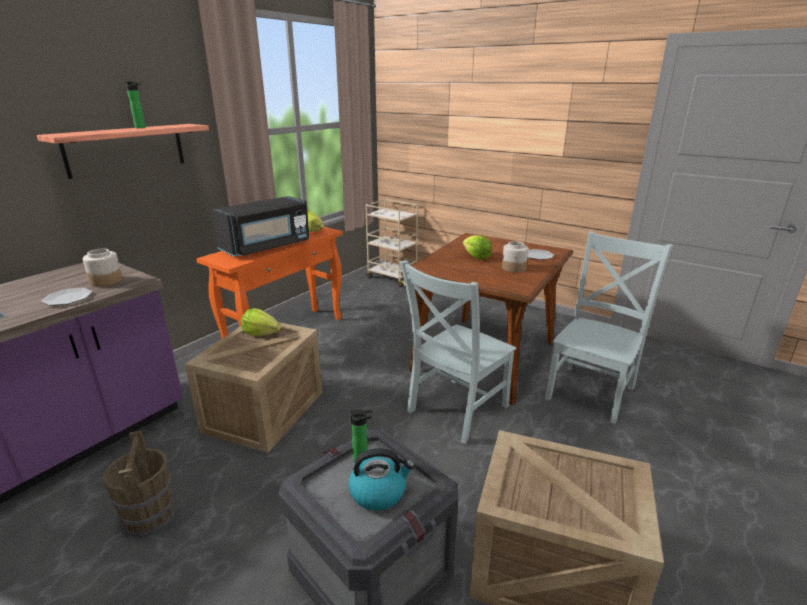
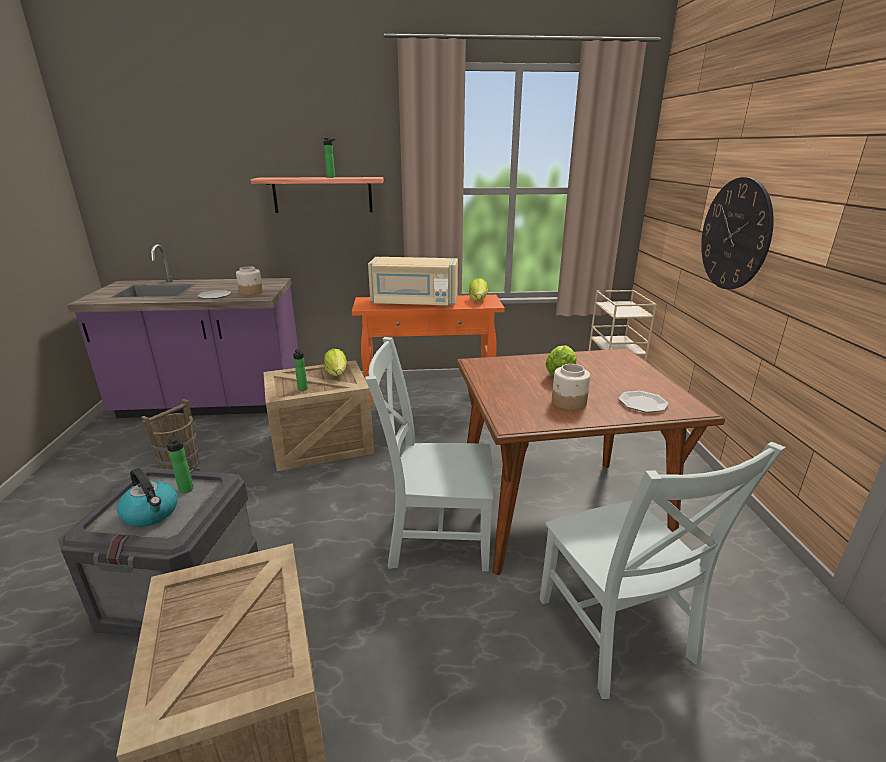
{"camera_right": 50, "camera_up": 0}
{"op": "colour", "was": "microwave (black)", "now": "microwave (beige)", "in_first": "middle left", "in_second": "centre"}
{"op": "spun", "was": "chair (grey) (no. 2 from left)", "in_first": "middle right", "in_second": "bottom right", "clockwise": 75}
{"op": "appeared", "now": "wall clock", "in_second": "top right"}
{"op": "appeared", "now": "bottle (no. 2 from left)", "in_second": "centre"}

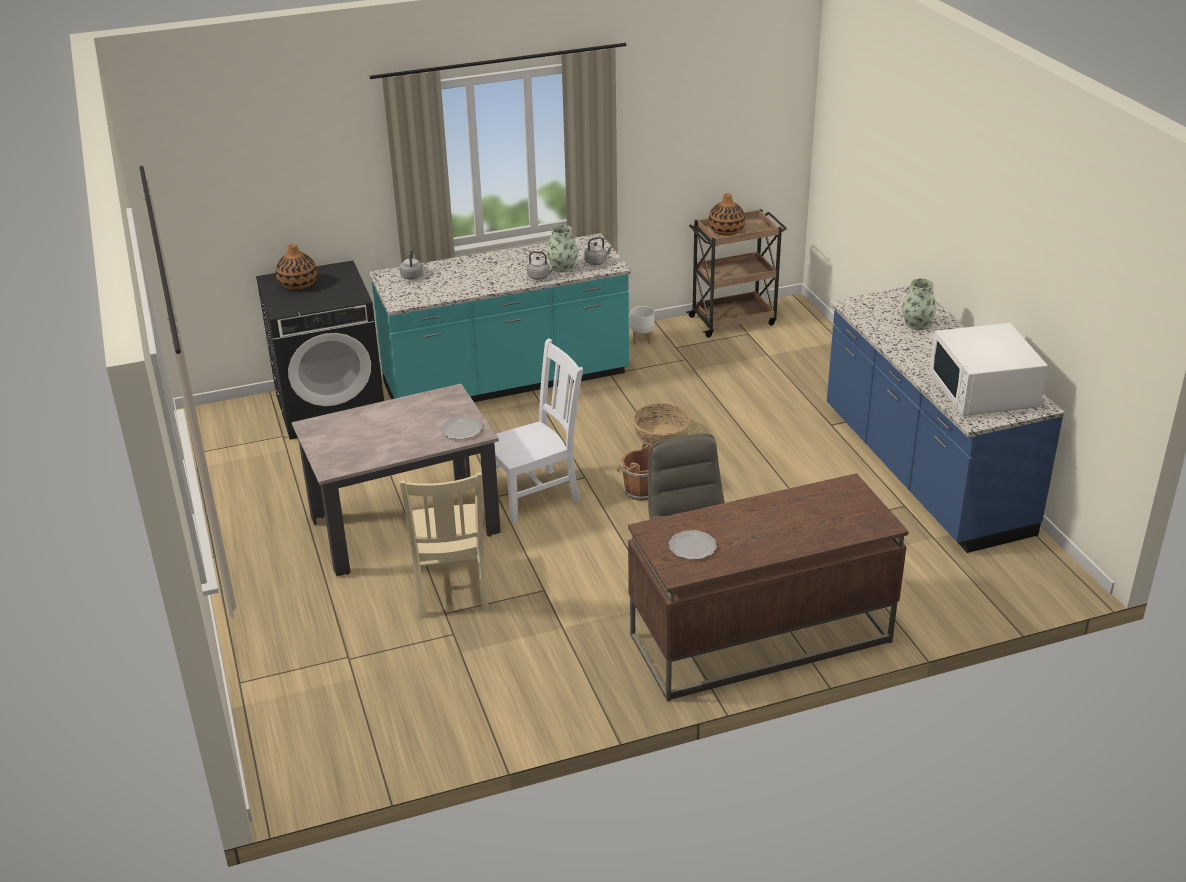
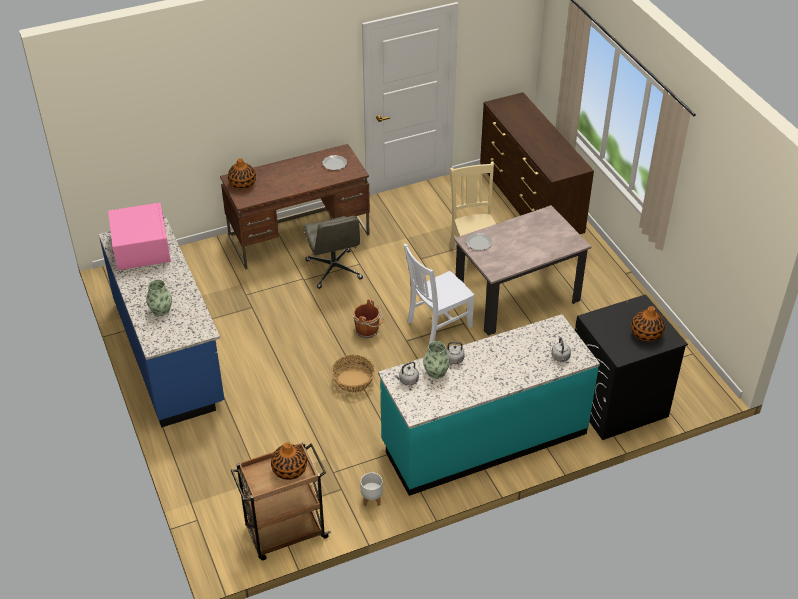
{"camera_right": 175, "camera_up": 10}
{"op": "colour", "was": "microwave (white)", "now": "microwave (pink)", "in_first": "middle right", "in_second": "middle left"}
{"op": "appeared", "now": "dresser (brown)", "in_second": "top right"}
{"op": "appeared", "now": "vase (no. 2 from left)", "in_second": "top left"}

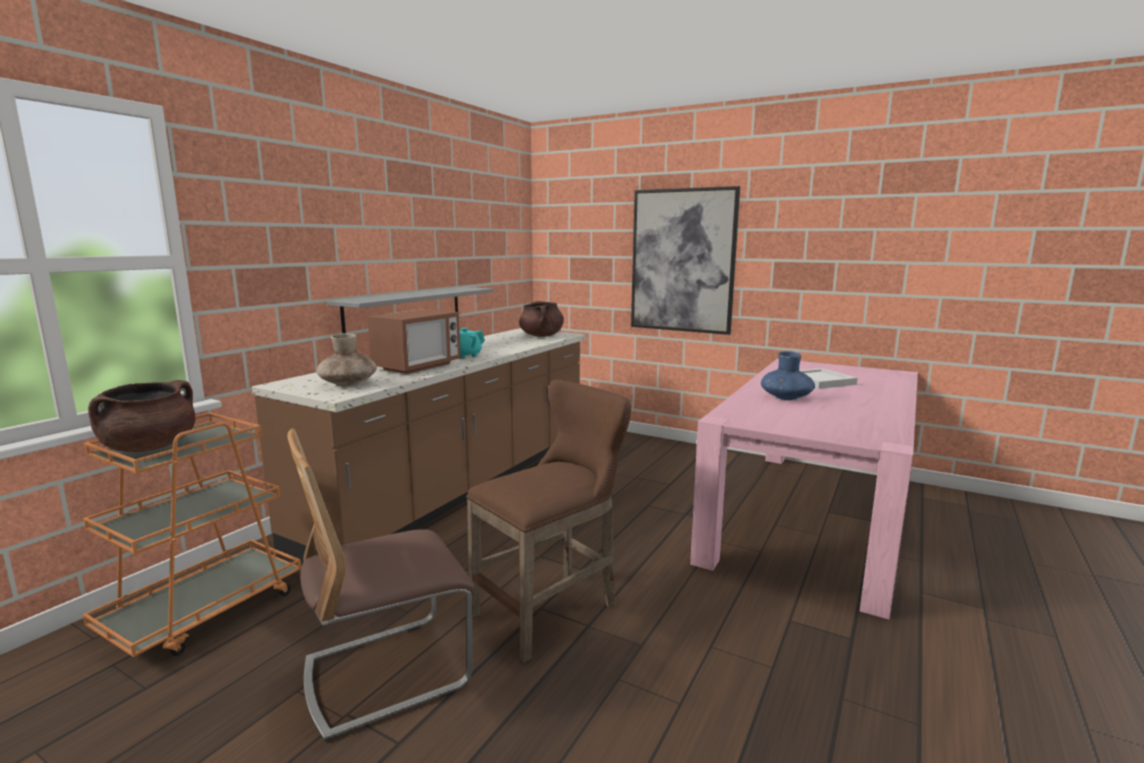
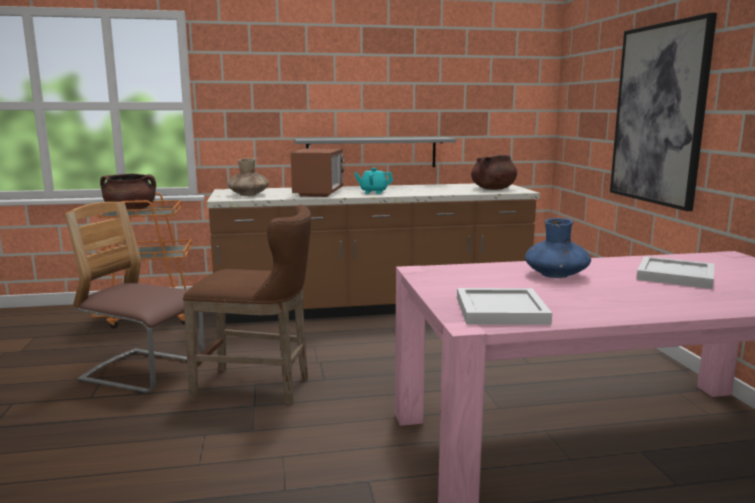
{"camera_right": 50, "camera_up": 0}
{"op": "spun", "was": "microwave", "in_first": "centre", "in_second": "centre", "clockwise": -75}
{"op": "appeared", "now": "tray (white) (no. 1 from left)", "in_second": "middle right"}

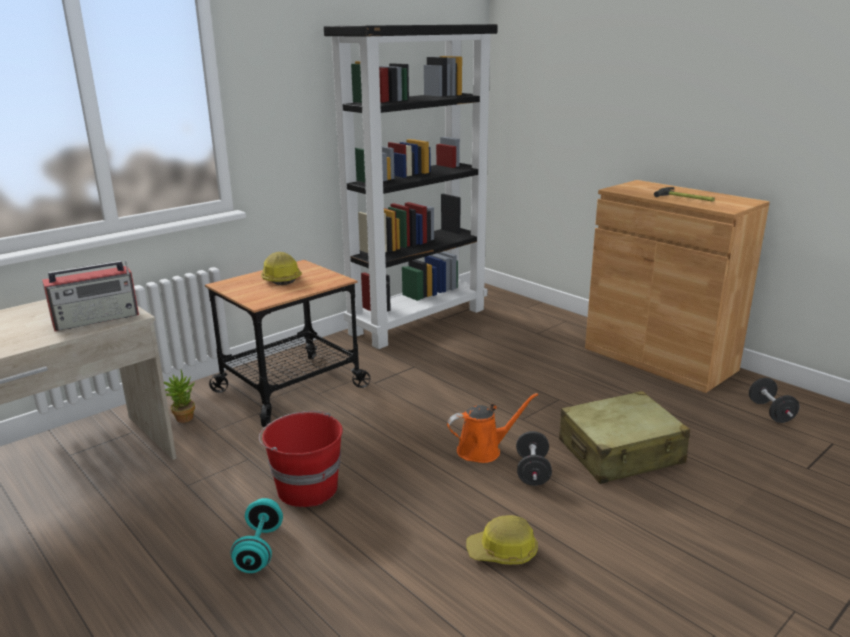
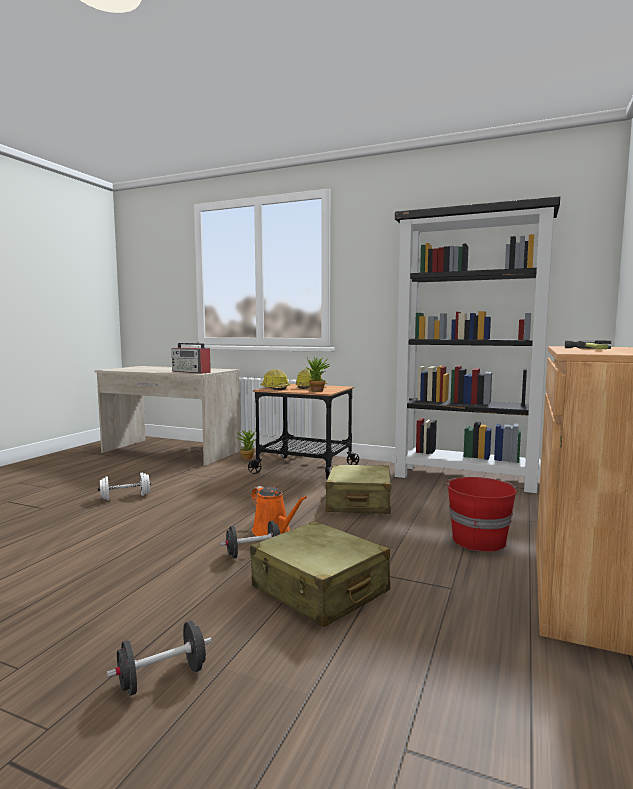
{"camera_right": 65, "camera_up": -15}
{"op": "relocated", "was": "dumbbell (black) (no. 2 from left in the first image)", "now": "dumbbell (black) (no. 1 from left)", "in_first": "middle right", "in_second": "bottom left"}
{"op": "relocated", "was": "bucket (red)", "in_first": "bottom centre", "in_second": "middle right"}
{"op": "colour", "was": "dumbbell (turquoise)", "now": "dumbbell (white)", "in_first": "bottom left", "in_second": "middle left"}
{"op": "relocated", "was": "hard hat (no. 2 from left in the first image)", "now": "hard hat (no. 1 from left)", "in_first": "bottom centre", "in_second": "centre"}
{"op": "appeared", "now": "potted plant (no. 2 from left)", "in_second": "centre"}
{"op": "appeared", "now": "suitcase (beige) (no. 2 from left)", "in_second": "centre"}

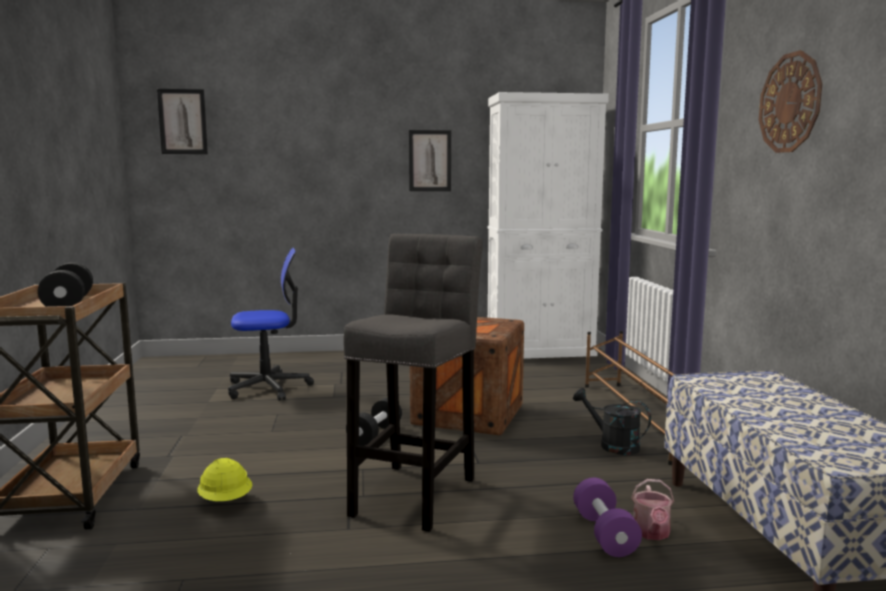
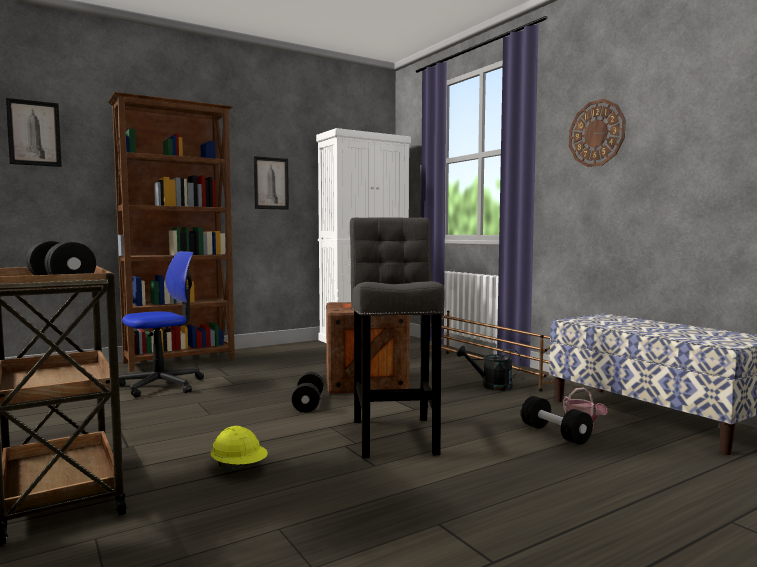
{"camera_right": -25, "camera_up": -5}
{"op": "colour", "was": "dumbbell (purple)", "now": "dumbbell (black) (no. 3 from left)", "in_first": "bottom right", "in_second": "bottom right"}
{"op": "appeared", "now": "bookcase (brown)", "in_second": "middle left"}

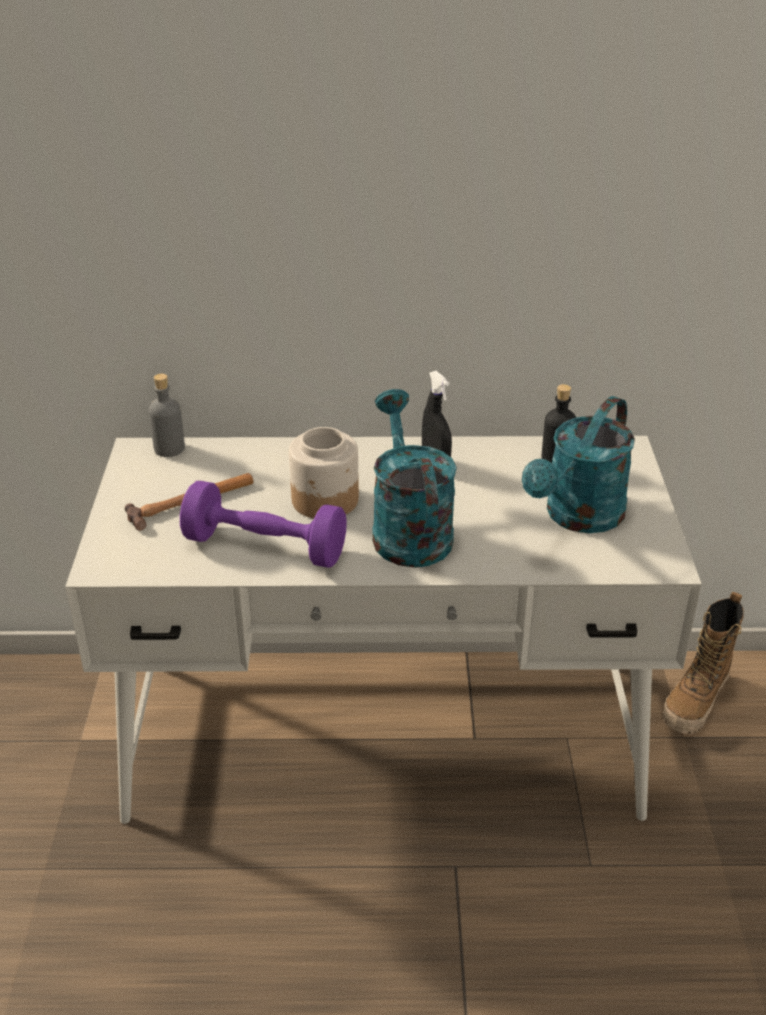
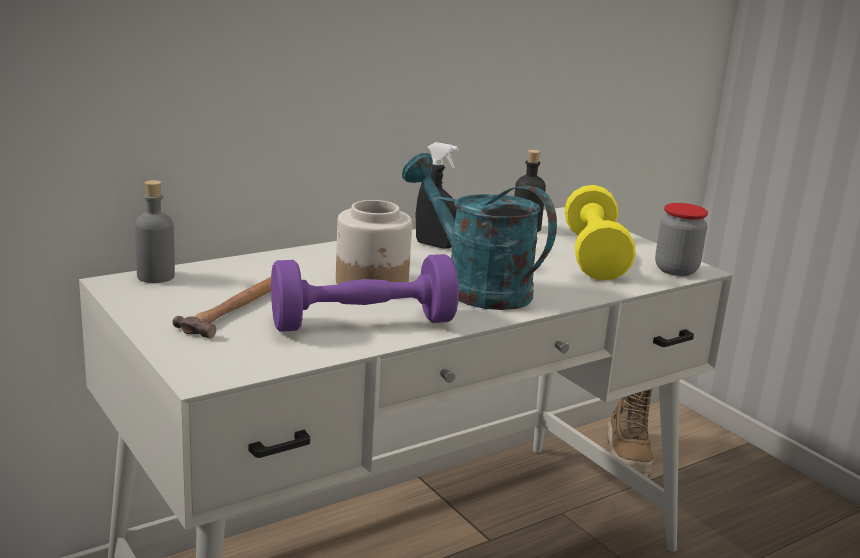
{"camera_right": -35, "camera_up": -15}
{"op": "exchanged", "was": "watering can (turquoise) (no. 2 from left)", "now": "dumbbell (yellow)", "in_first": "middle right", "in_second": "middle right"}
{"op": "appeared", "now": "jar (no. 2 from left)", "in_second": "middle right"}

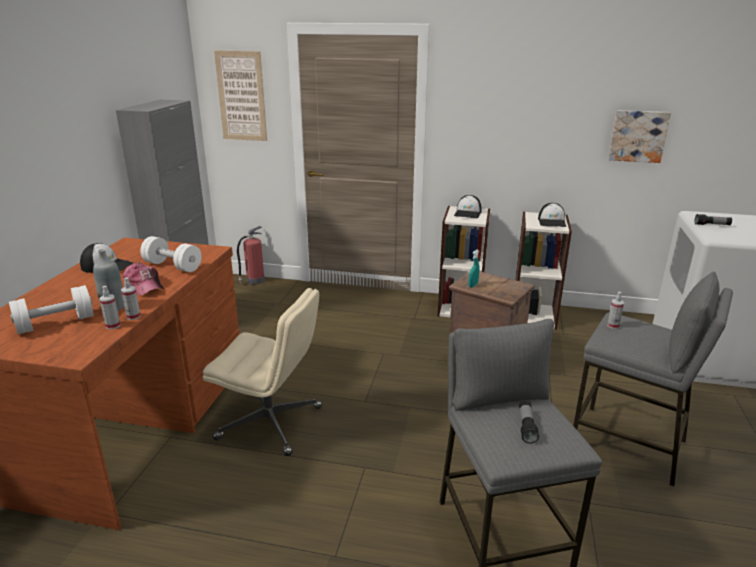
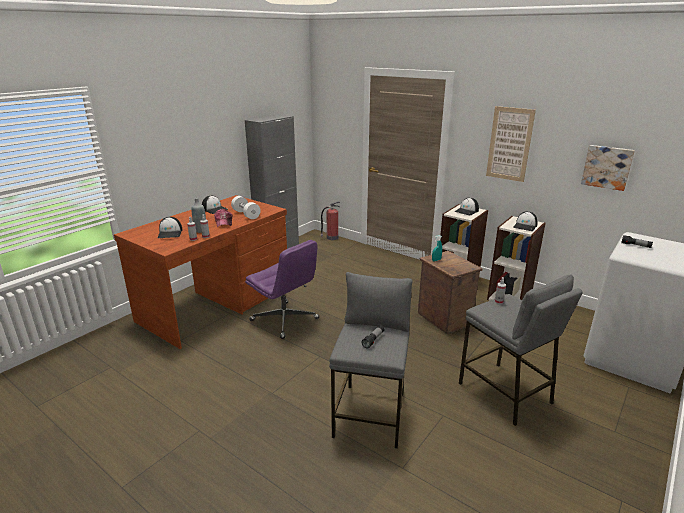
{"camera_right": 25, "camera_up": 0}
{"op": "relocated", "was": "picture (no. 1 from left)", "in_first": "top left", "in_second": "top right"}
{"op": "exchanged", "was": "dumbbell (white) (no. 1 from left)", "now": "cap (no. 1 from left)", "in_first": "middle left", "in_second": "middle left"}
{"op": "colour", "was": "office chair (beige)", "now": "office chair (purple)", "in_first": "centre", "in_second": "centre"}

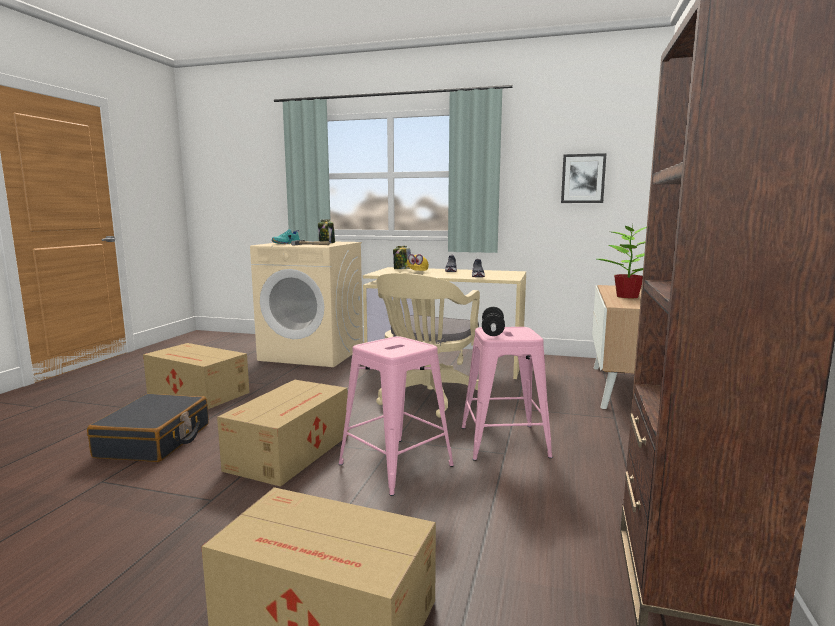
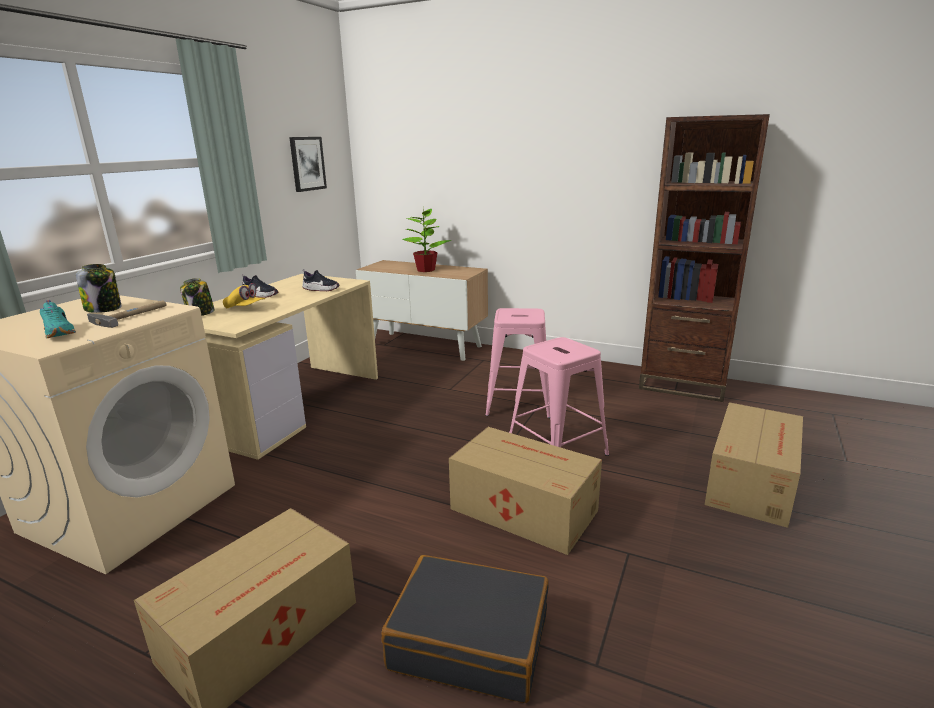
{"camera_right": -80, "camera_up": 10}
{"op": "missing", "was": "office chair (beige)", "in_first": "centre"}
{"op": "missing", "was": "dumbbell", "in_first": "centre"}

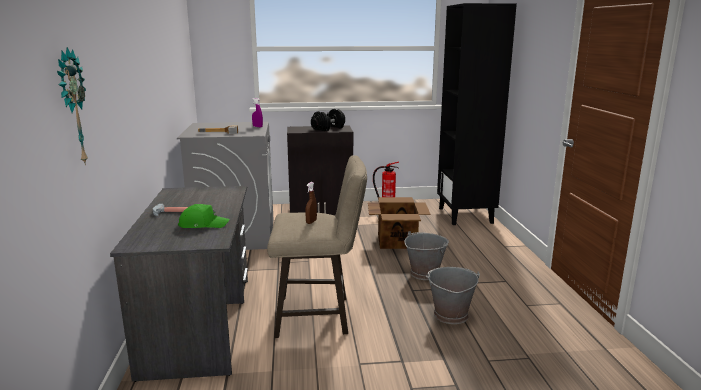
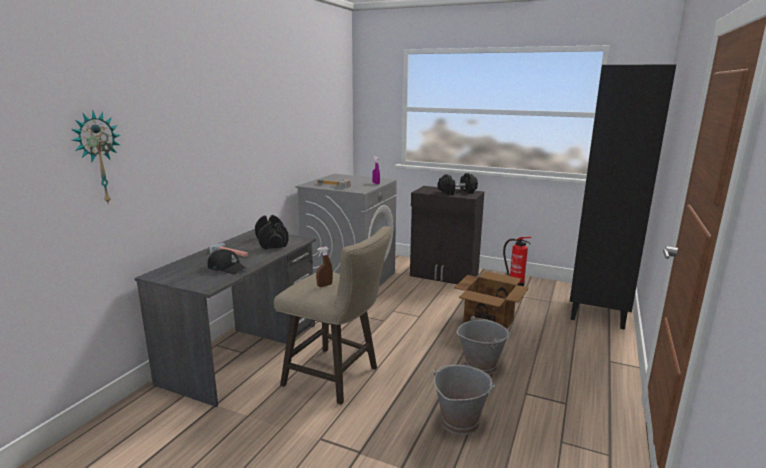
{"camera_right": 30, "camera_up": 0}
{"op": "colour", "was": "cap (green)", "now": "cap (black)", "in_first": "middle left", "in_second": "middle left"}
{"op": "appeared", "now": "dumbbell (black) (no. 1 from left)", "in_second": "centre"}

